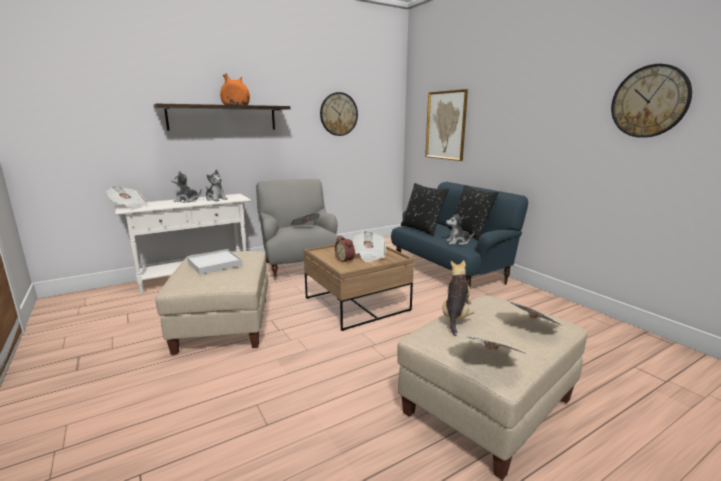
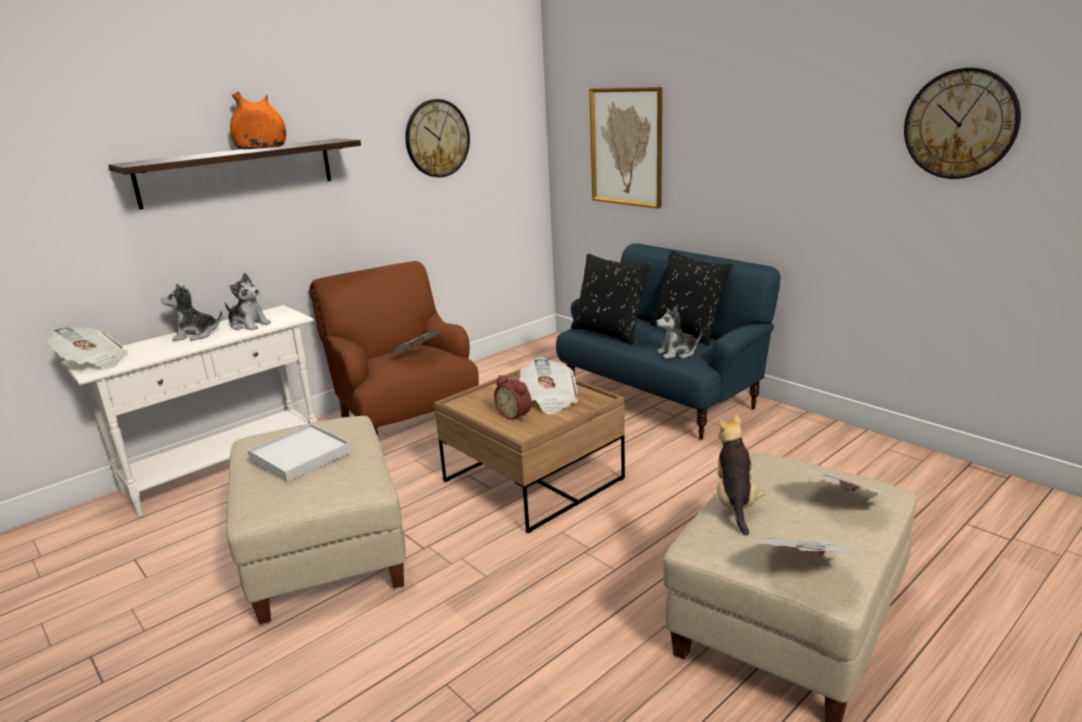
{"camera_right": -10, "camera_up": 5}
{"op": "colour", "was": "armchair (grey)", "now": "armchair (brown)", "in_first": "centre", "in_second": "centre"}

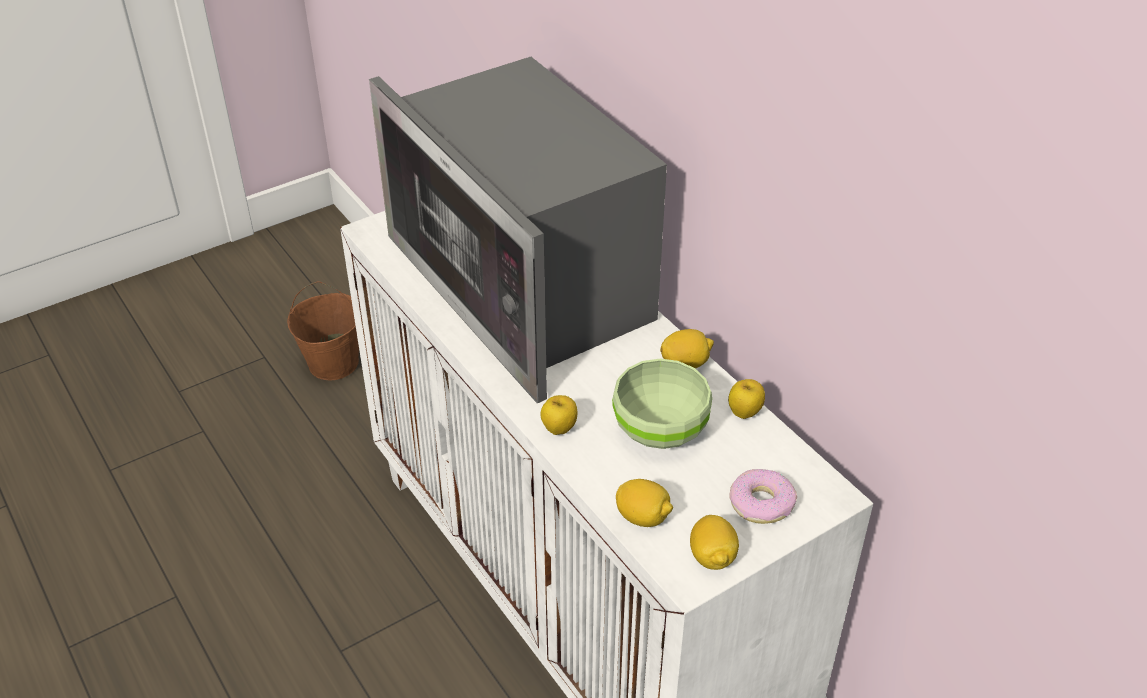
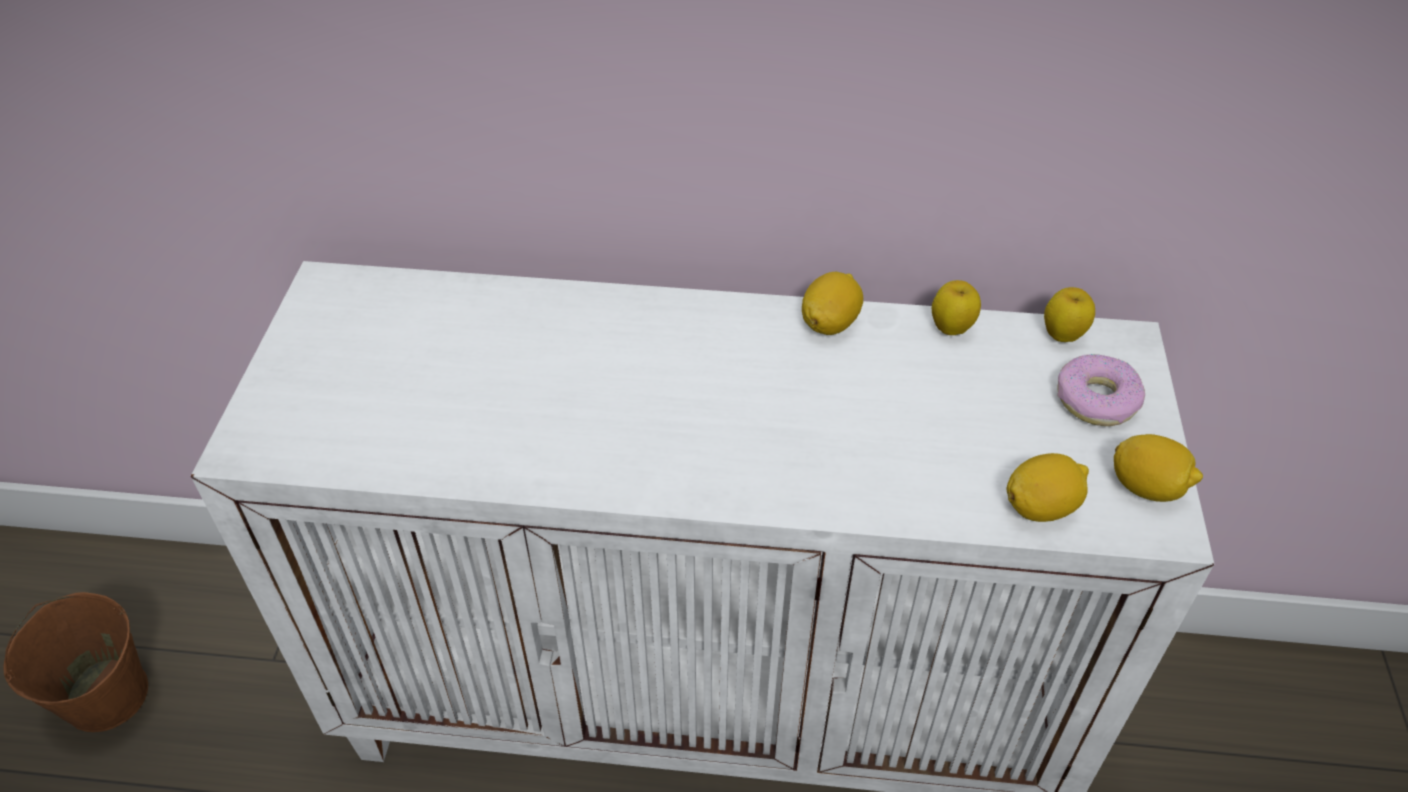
{"camera_right": -50, "camera_up": 5}
{"op": "missing", "was": "microwave", "in_first": "top centre"}
{"op": "missing", "was": "bowl (green)", "in_first": "centre"}
{"op": "relocated", "was": "apple (no. 1 from left in the first image)", "now": "apple (no. 2 from left)", "in_first": "centre", "in_second": "middle right"}

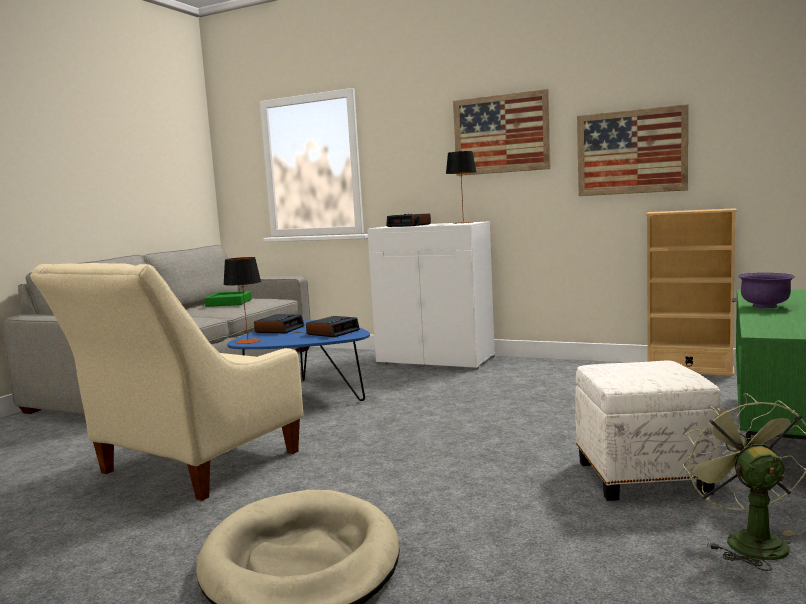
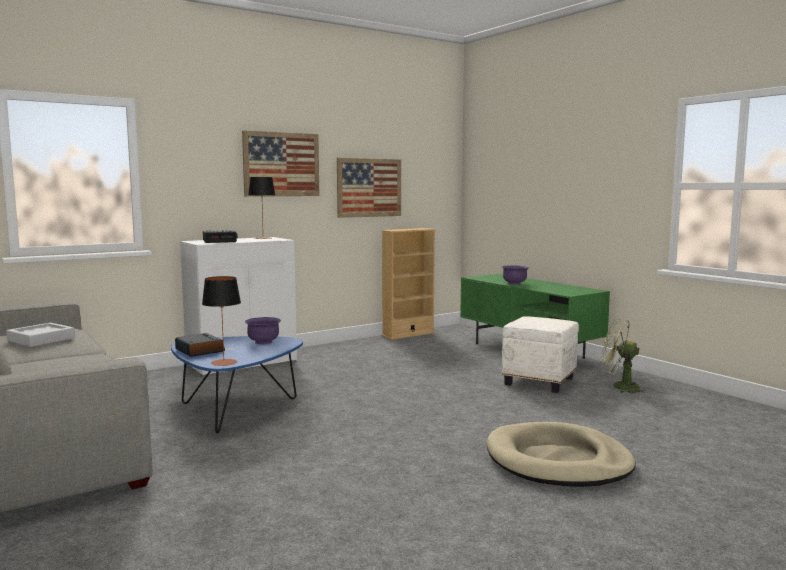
{"camera_right": -60, "camera_up": 0}
{"op": "missing", "was": "armchair (beige)", "in_first": "middle left"}
{"op": "colour", "was": "tray (green)", "now": "tray (grey)", "in_first": "middle left", "in_second": "middle left"}
{"op": "exchanged", "was": "alarm clock (no. 2 from left)", "now": "bowl (purple) (no. 1 from left)", "in_first": "centre", "in_second": "centre"}

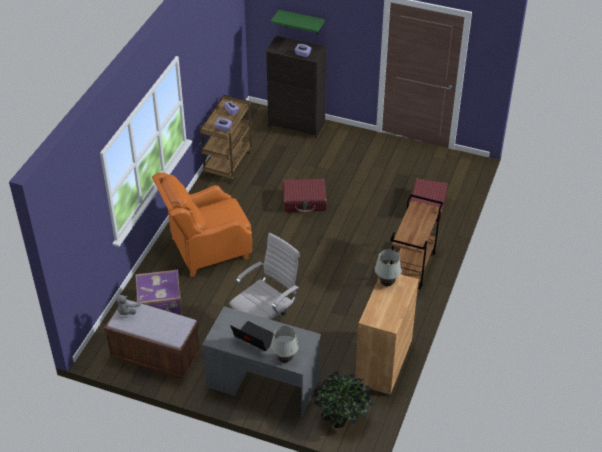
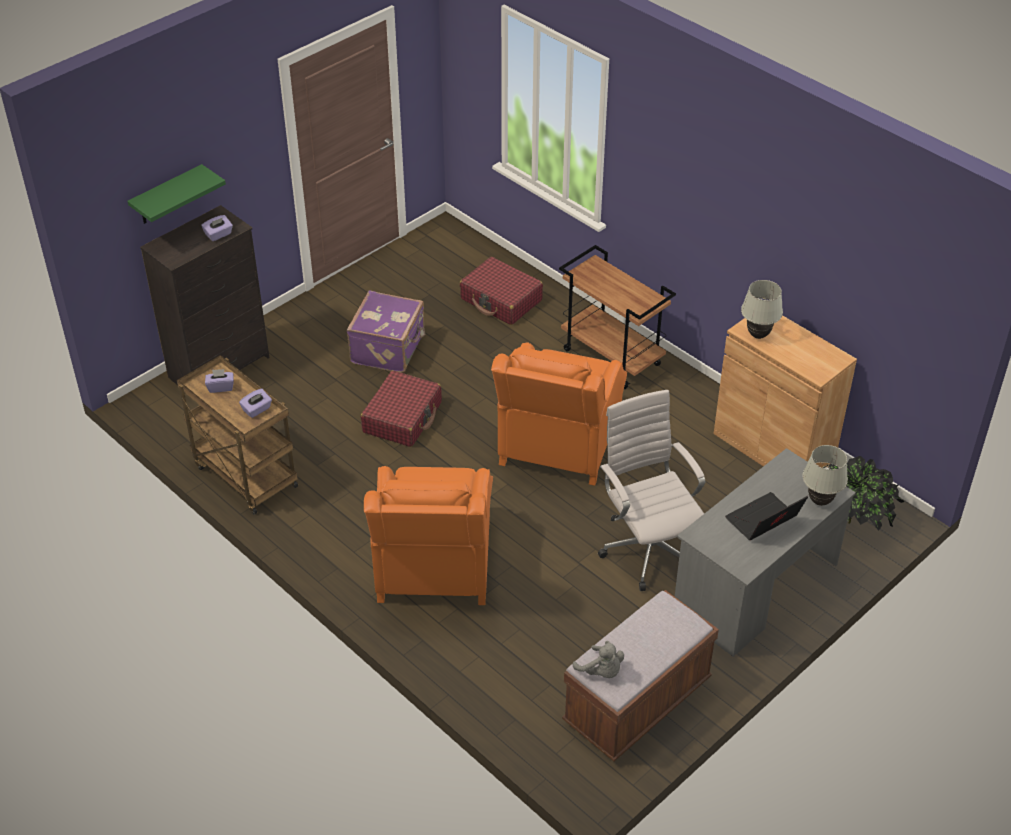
{"camera_right": -65, "camera_up": 0}
{"op": "relocated", "was": "suitcase (purple)", "in_first": "middle left", "in_second": "centre"}
{"op": "appeared", "now": "armchair (orange) (no. 2 from left)", "in_second": "centre"}

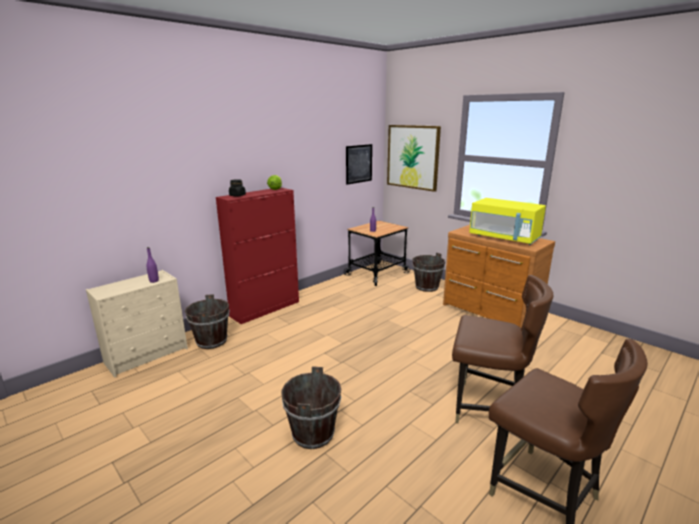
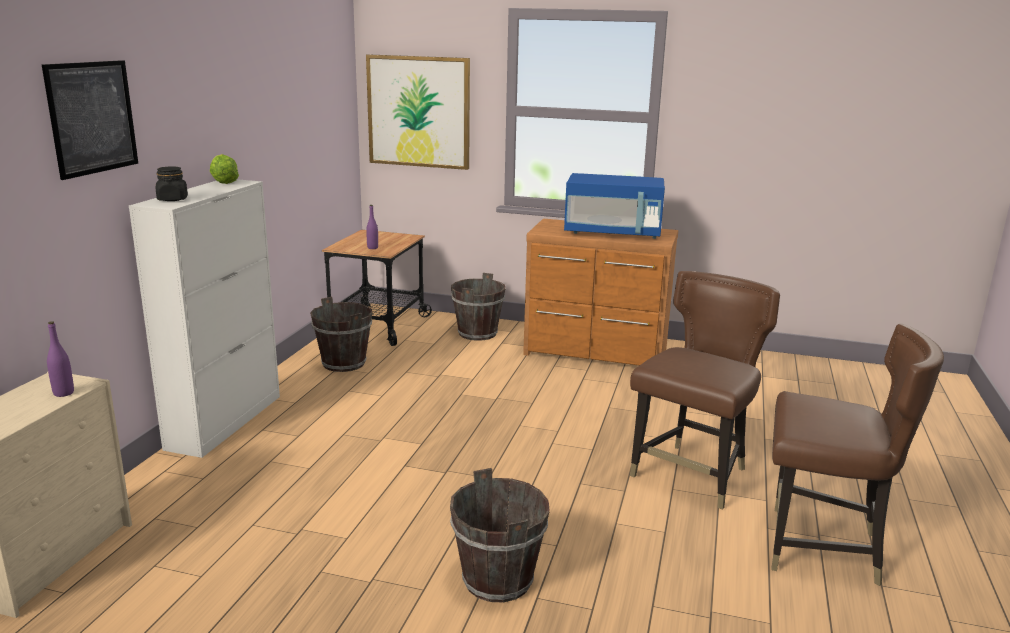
{"camera_right": -30, "camera_up": 0}
{"op": "relocated", "was": "picture (no. 1 from left)", "in_first": "top centre", "in_second": "top left"}
{"op": "colour", "was": "cabinet (red)", "now": "cabinet (white)", "in_first": "centre", "in_second": "middle left"}
{"op": "colour", "was": "microwave (yellow)", "now": "microwave (blue)", "in_first": "middle right", "in_second": "top centre"}
{"op": "spun", "was": "chair (brown) (no. 1 from left)", "in_first": "middle right", "in_second": "middle right", "clockwise": -45}
{"op": "relocated", "was": "bucket (brown) (no. 1 from left)", "in_first": "middle left", "in_second": "centre"}

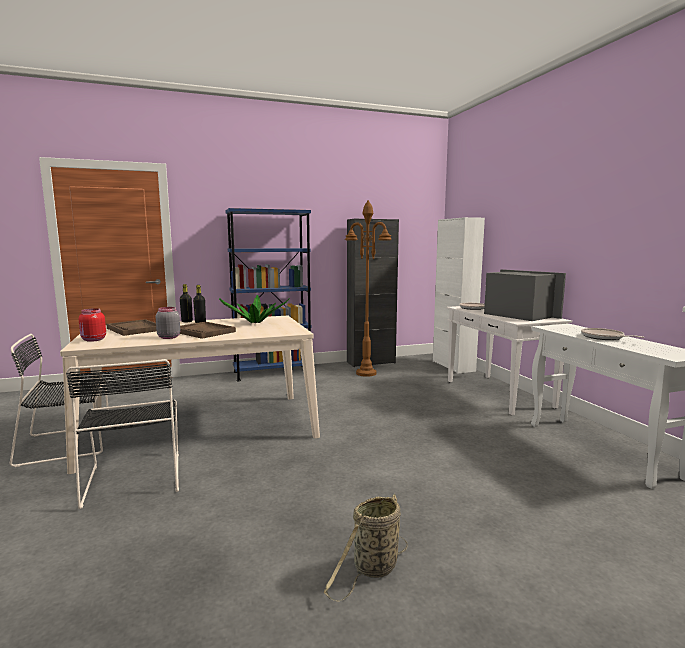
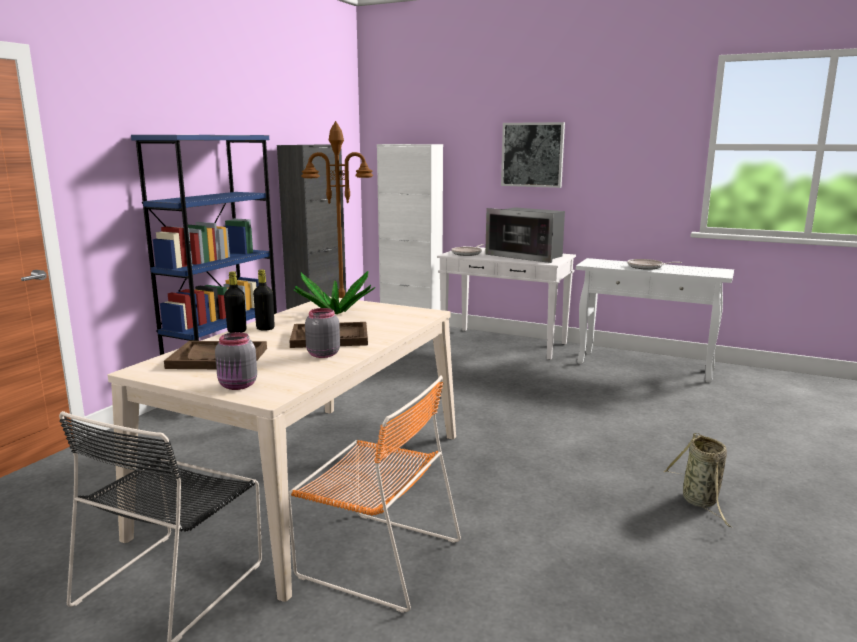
{"camera_right": -45, "camera_up": 5}
{"op": "spun", "was": "microwave", "in_first": "middle right", "in_second": "centre", "clockwise": -150}
{"op": "colour", "was": "jar (red)", "now": "jar (grey) (no. 1 from left)", "in_first": "middle left", "in_second": "middle left"}
{"op": "colour", "was": "chair (black) (no. 2 from left)", "now": "chair (orange)", "in_first": "bottom left", "in_second": "bottom centre"}
{"op": "appeared", "now": "picture", "in_second": "top centre"}

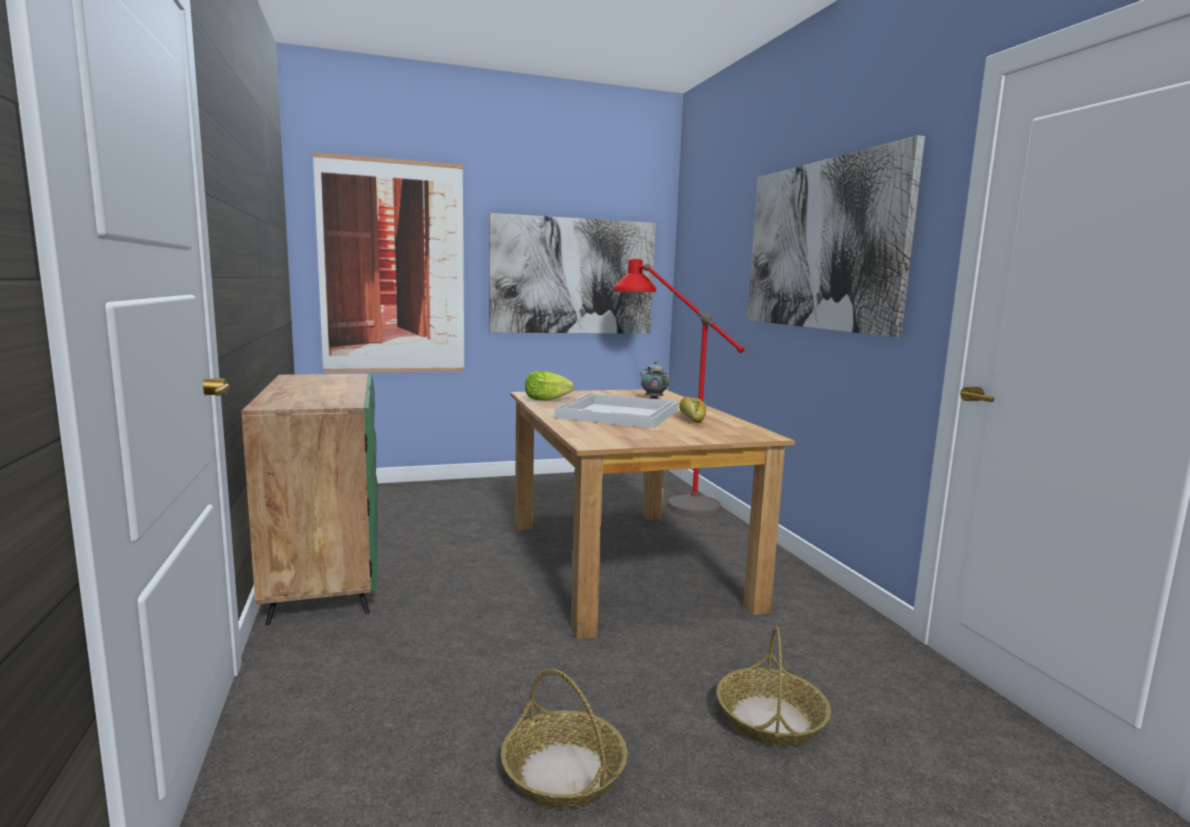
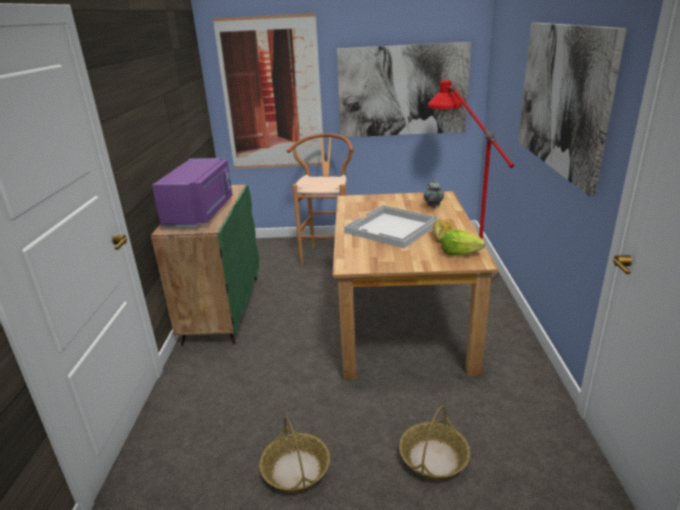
{"camera_right": 20, "camera_up": 15}
{"op": "relocated", "was": "lettuce", "in_first": "centre", "in_second": "middle right"}
{"op": "appeared", "now": "stool (brown)", "in_second": "centre"}
{"op": "appeared", "now": "microwave (purple)", "in_second": "middle left"}

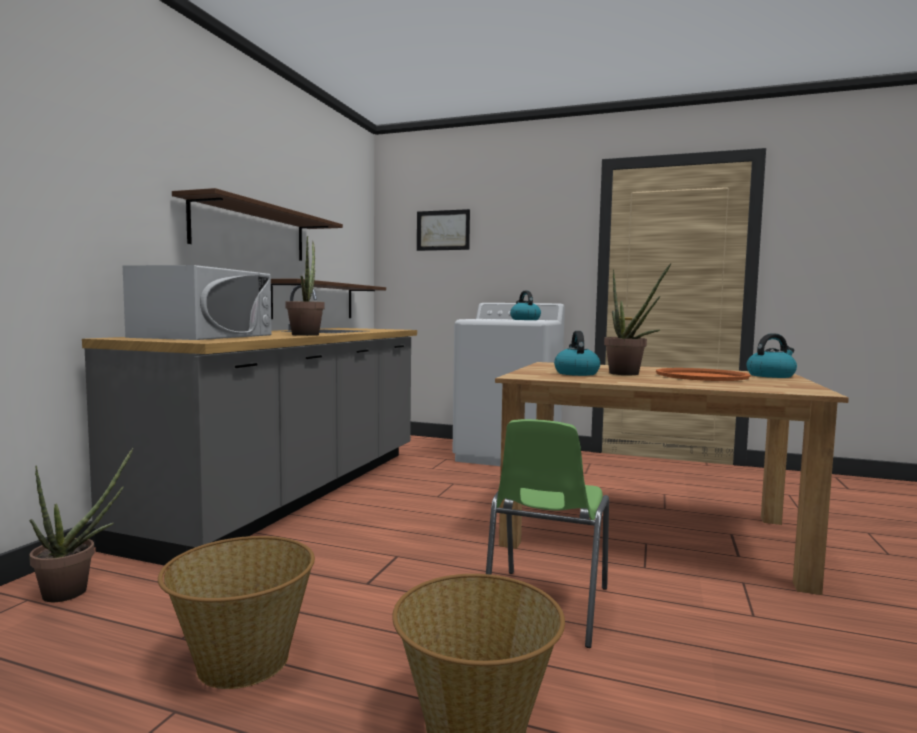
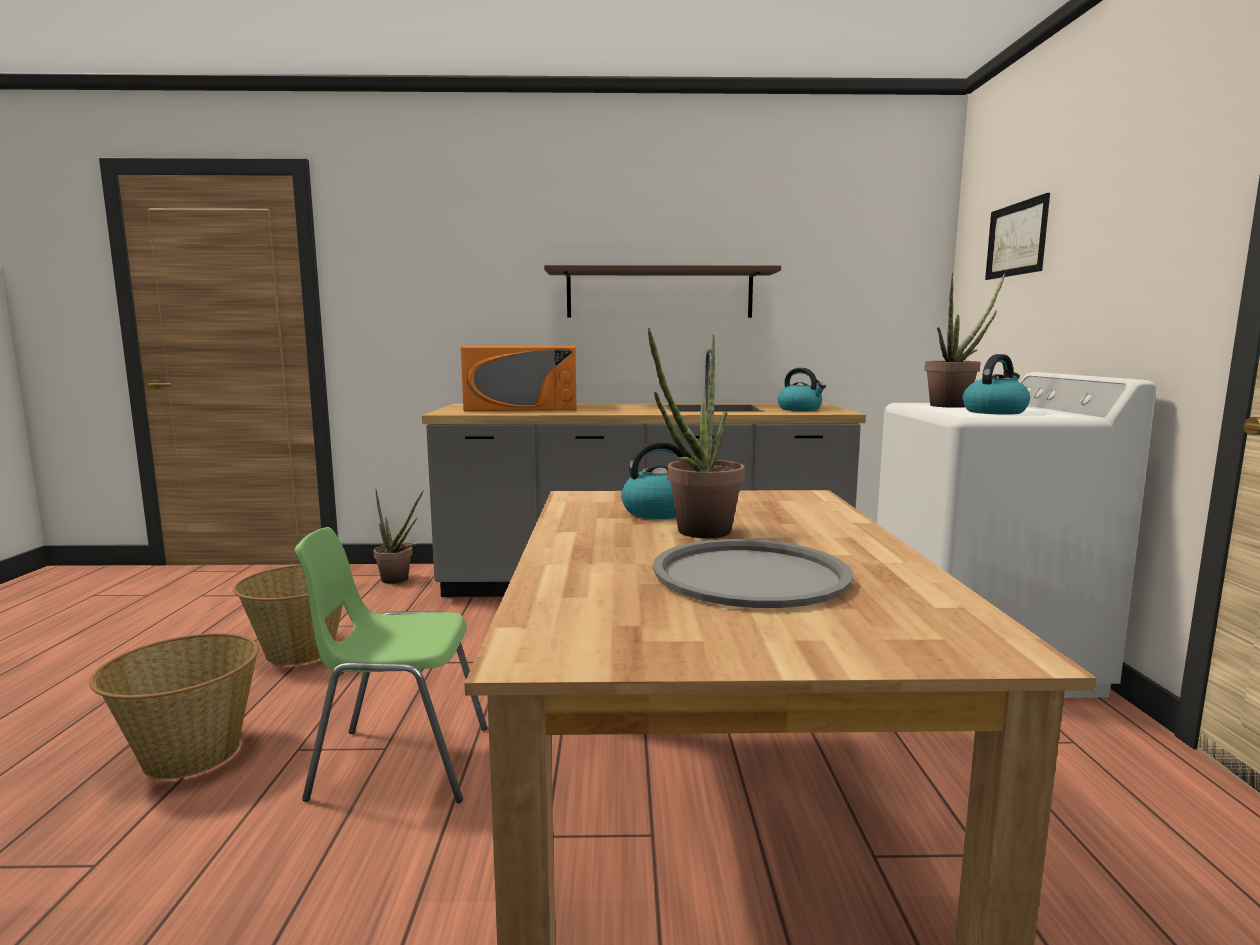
{"camera_right": 70, "camera_up": 5}
{"op": "relocated", "was": "potted plant (no. 2 from left in the first image)", "now": "potted plant (no. 3 from left)", "in_first": "middle left", "in_second": "middle right"}
{"op": "colour", "was": "microwave (white)", "now": "microwave (orange)", "in_first": "middle left", "in_second": "centre"}
{"op": "missing", "was": "shelf (brown) (no. 2 from left)", "in_first": "centre"}
{"op": "relocated", "was": "kettle (no. 3 from left in the first image)", "now": "kettle (no. 2 from left)", "in_first": "middle right", "in_second": "centre"}
{"op": "colour", "was": "tray (orange)", "now": "tray (grey)", "in_first": "middle right", "in_second": "centre"}

